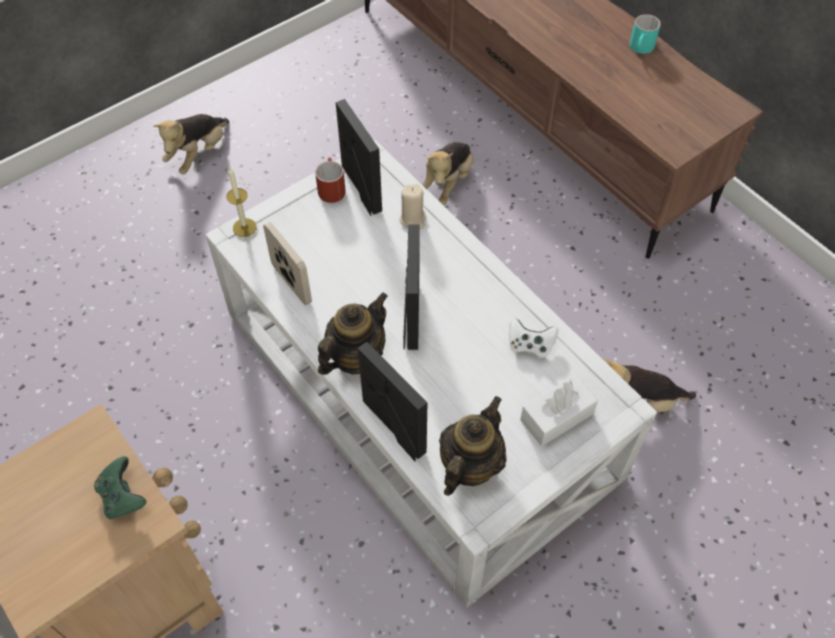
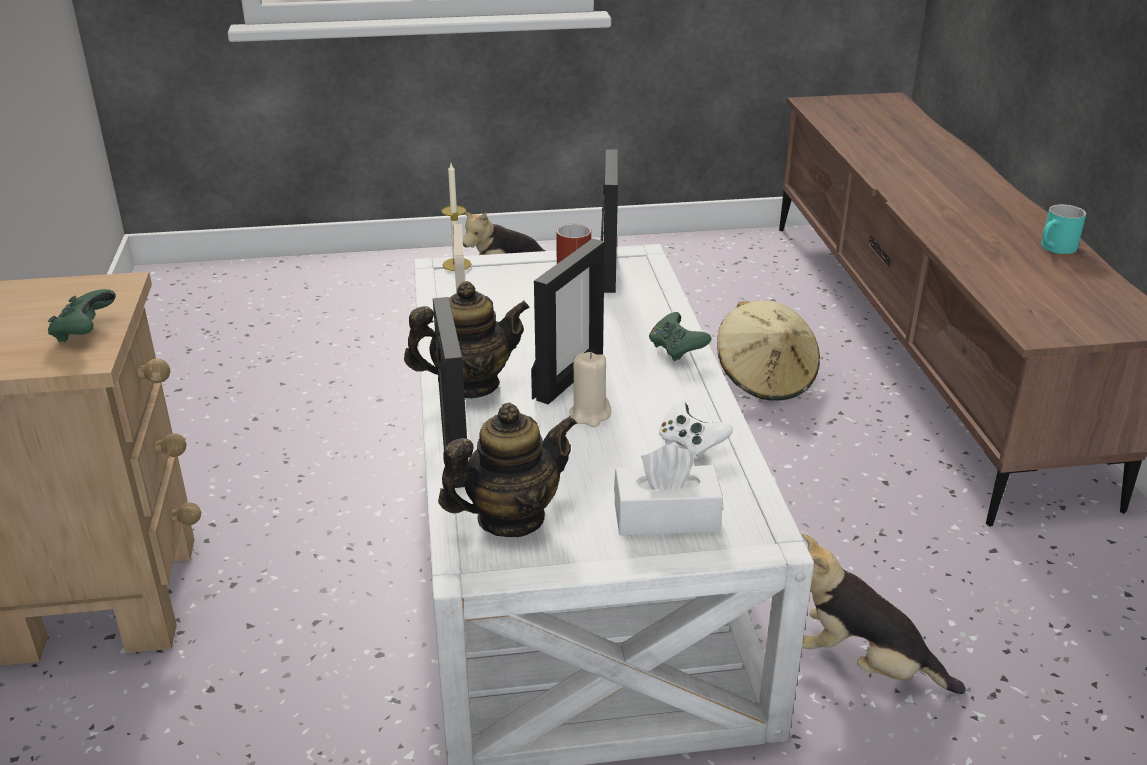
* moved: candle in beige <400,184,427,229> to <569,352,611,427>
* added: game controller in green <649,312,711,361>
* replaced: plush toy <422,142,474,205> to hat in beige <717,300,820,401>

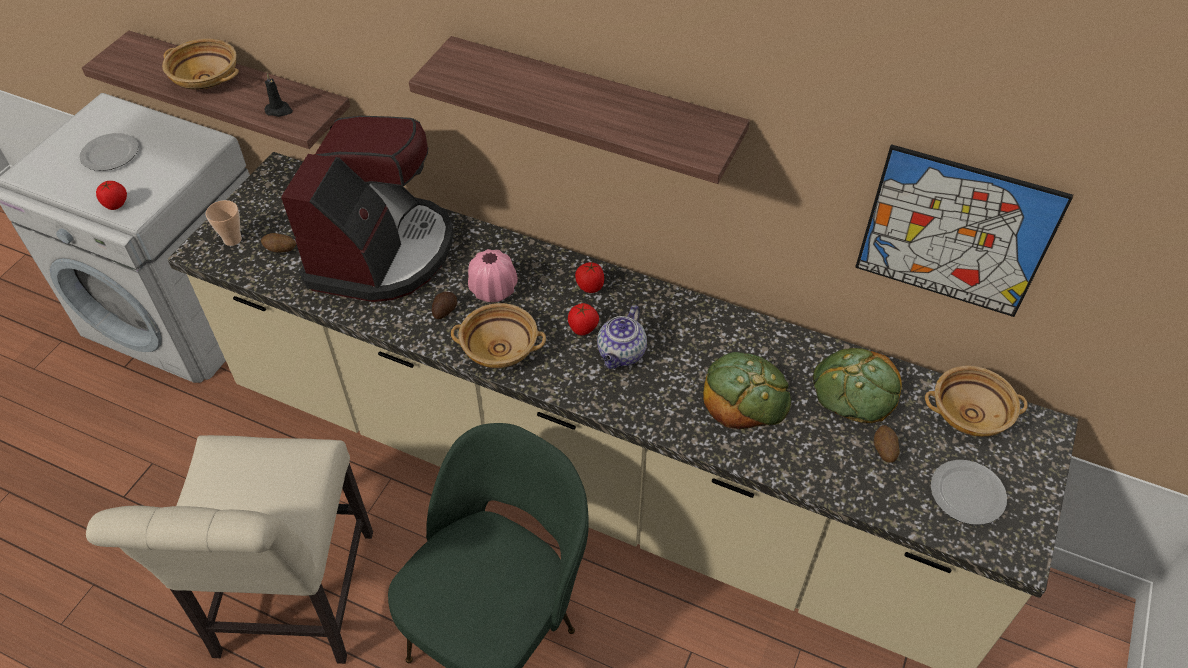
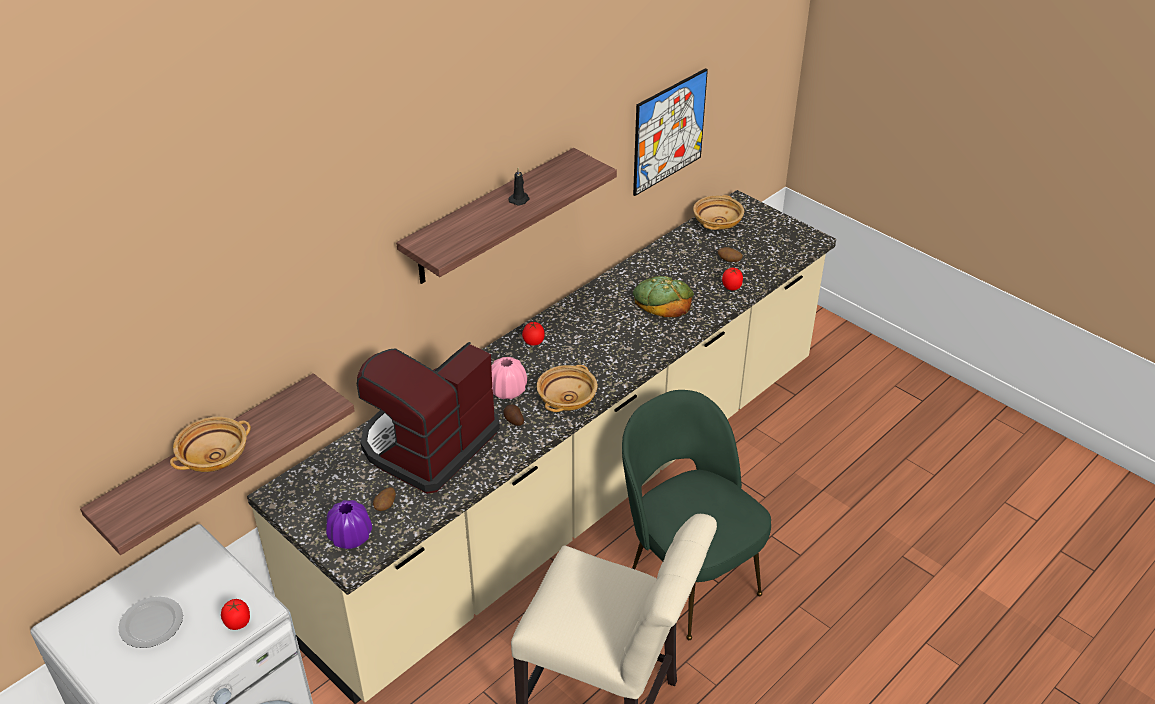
* replaced: cup <206,200,242,246> to vase in purple <326,500,372,549>
* turned: coffee machine <281,116,454,302> = <357,342,500,494> 90 degrees counterclockwise
* moved: candle in black <265,73,293,117> to <508,168,530,206>
* moved: tomato <568,303,599,335> to <722,268,743,290>
* removed: teapot <597,305,647,369>
* removed: bread <813,348,902,423>
* removed: plate <931,460,1007,525>

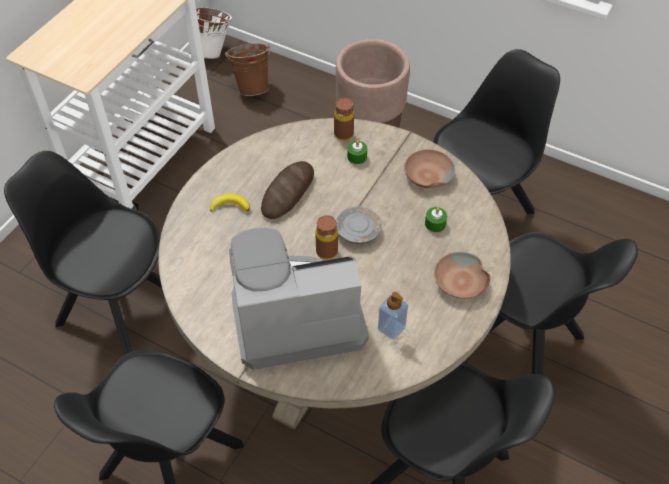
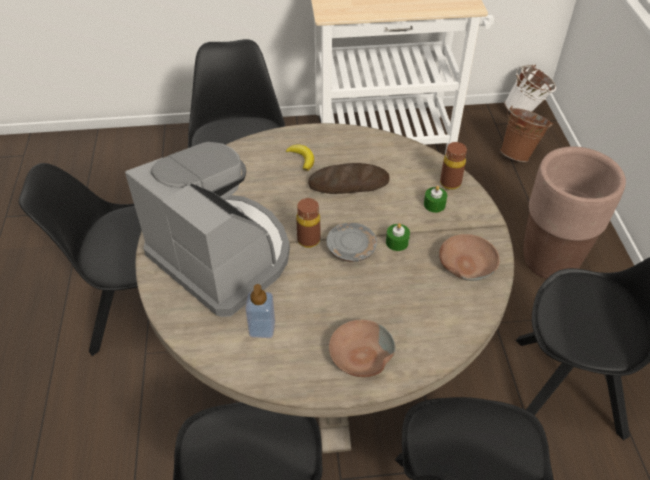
* moved: candle in green <425,207,447,232> to <386,223,410,251>

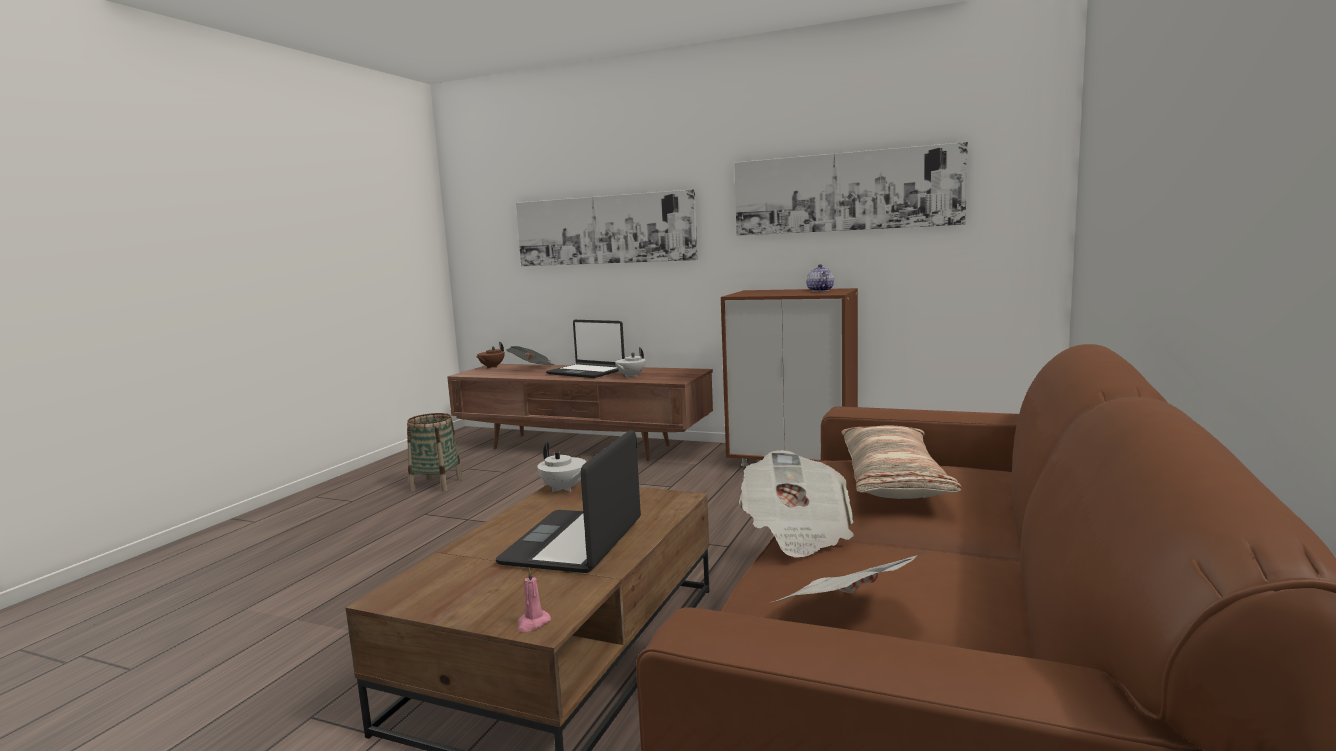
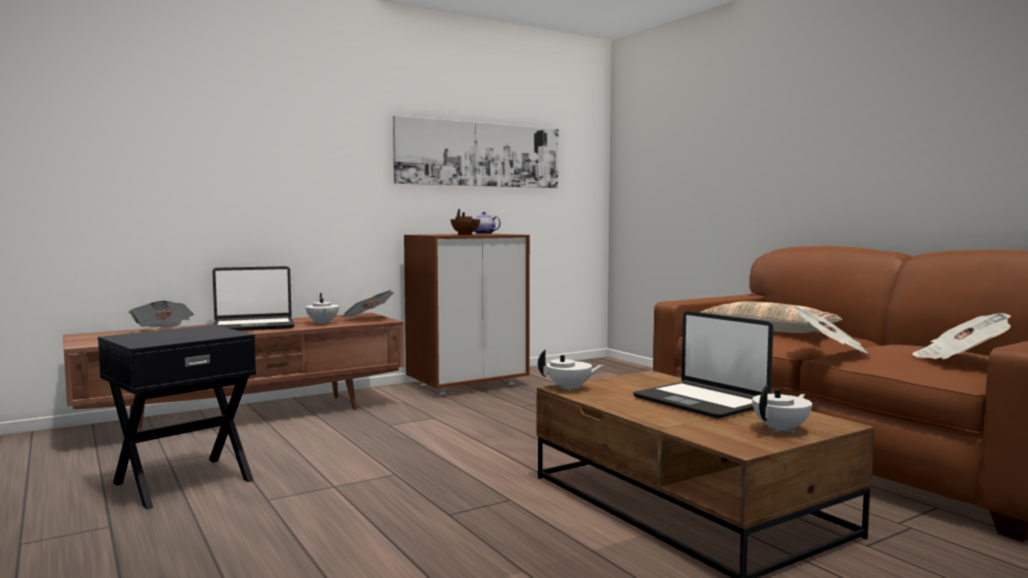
* replaced: basket <407,413,463,492> to side table in black <98,325,256,509>
* added: newspaper <341,290,394,318>
* moved: teapot in brown <476,342,505,368> to <451,209,480,235>
* added: teapot in white <752,385,812,433>
* removed: picture <516,189,698,266>
* removed: candle in pink <518,568,551,632>

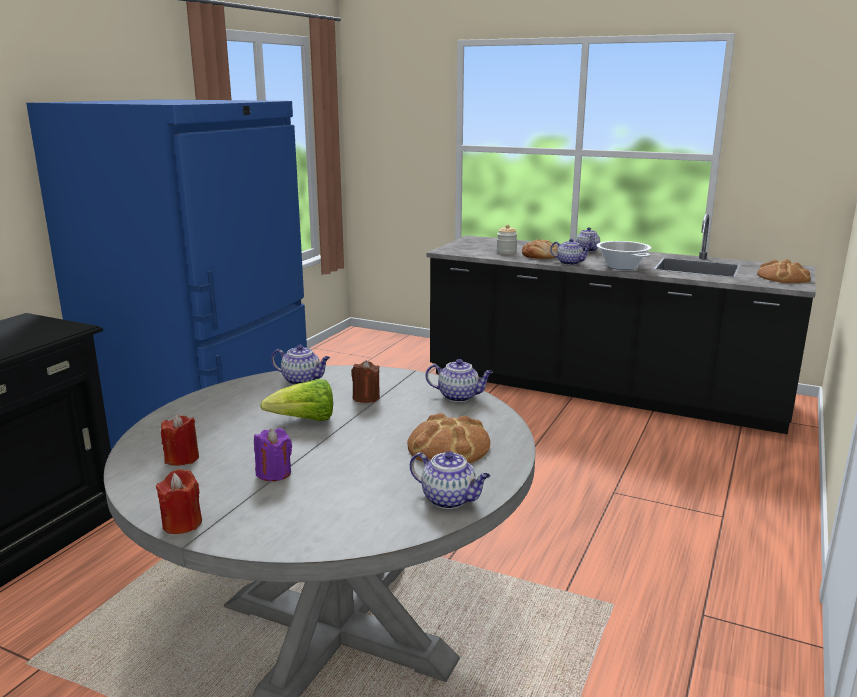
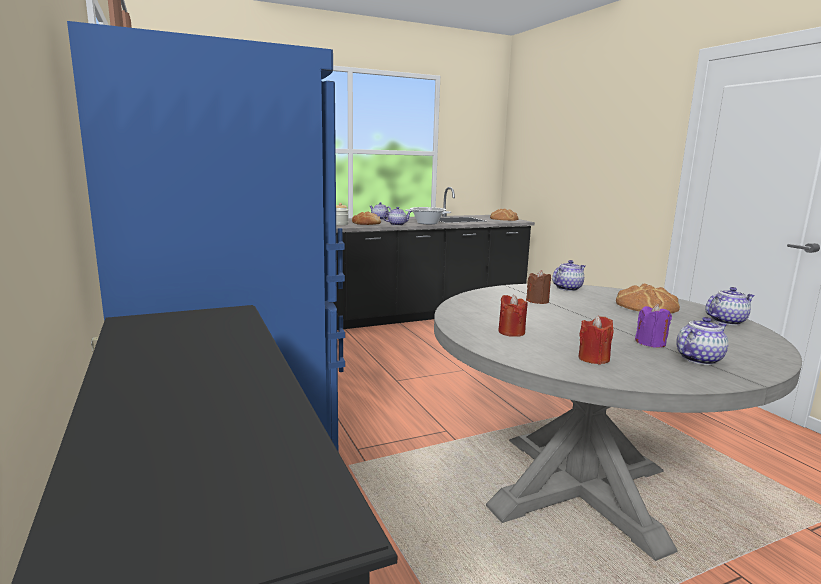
* moved: candle in red <156,469,202,534> to <498,295,528,337>
* moved: teapot <271,345,330,385> to <676,317,729,365>
* removed: lettuce <260,379,333,421>

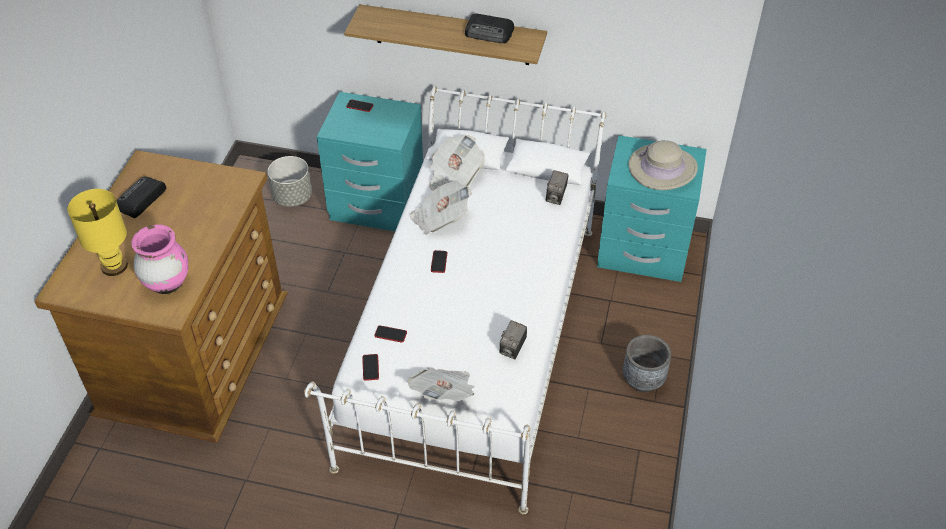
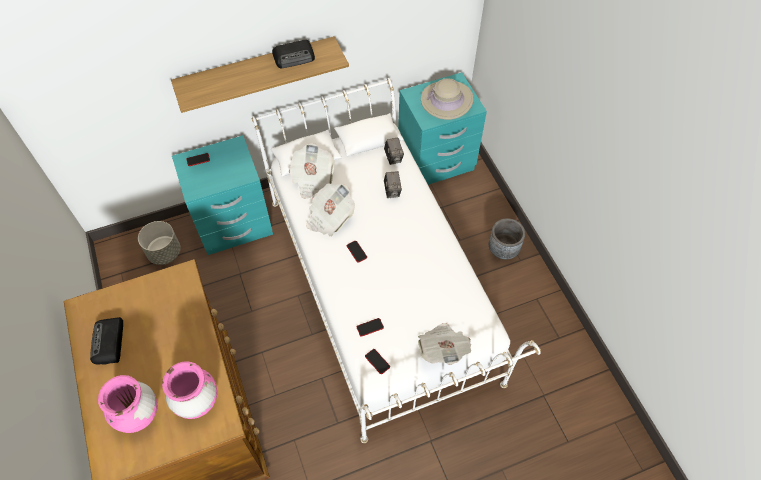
* replaced: table lamp in yellow <68,189,128,276> to vase in pink <98,375,158,433>
* moved: photo camera <500,320,527,359> to <384,171,402,198>

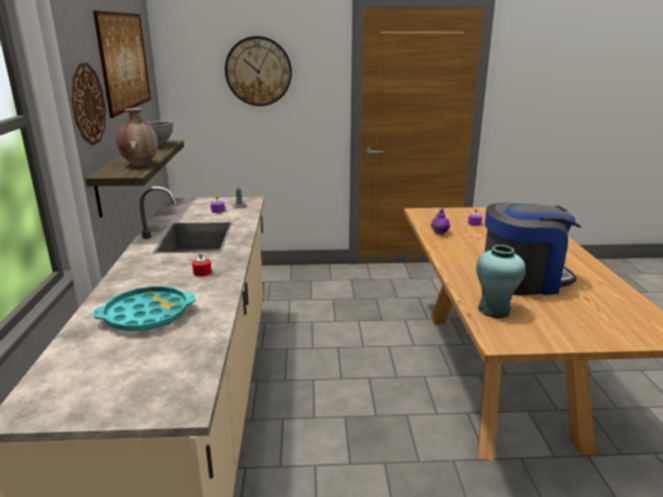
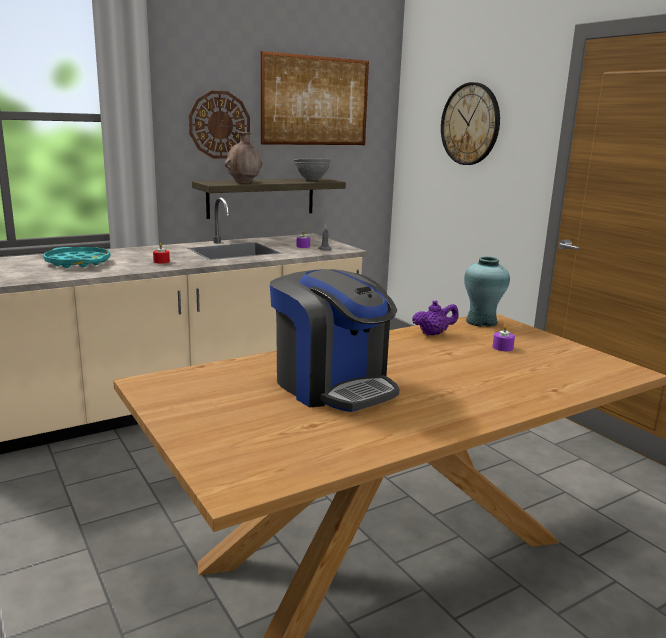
* moved: vase in turquoise <476,245,526,318> to <464,256,510,327>

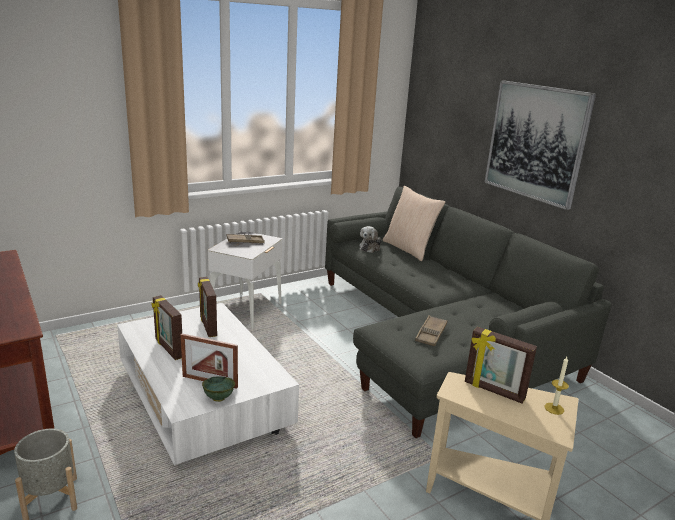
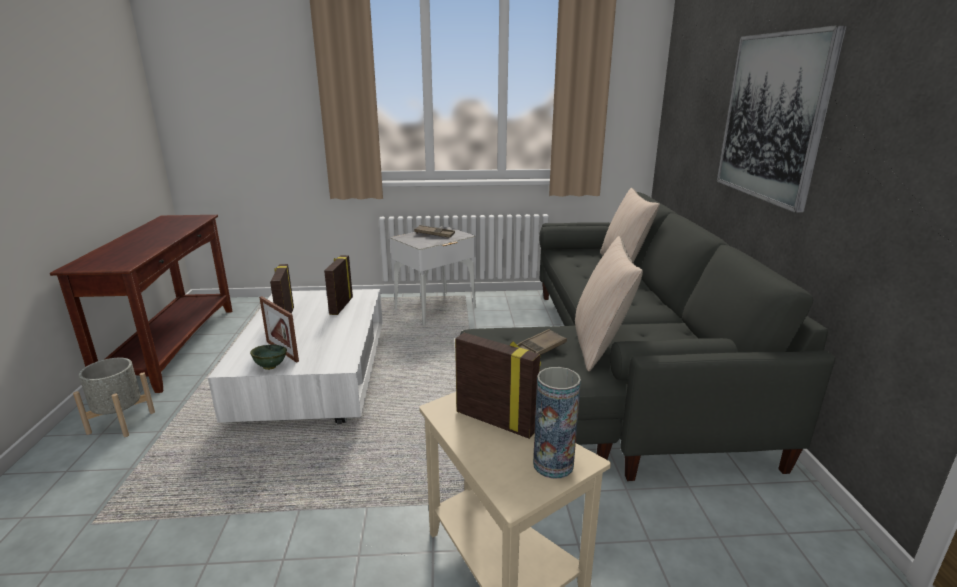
* turned: picture frame <465,327,537,404> = <455,333,541,439> 150 degrees clockwise
* replaced: candle <545,357,569,415> to vase <533,367,581,479>
* added: pillow in beige <575,236,643,372>
* removed: plush toy <359,226,381,253>

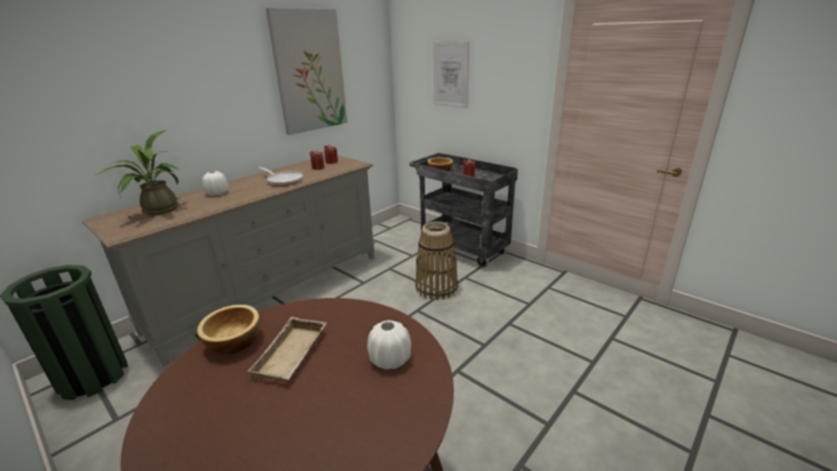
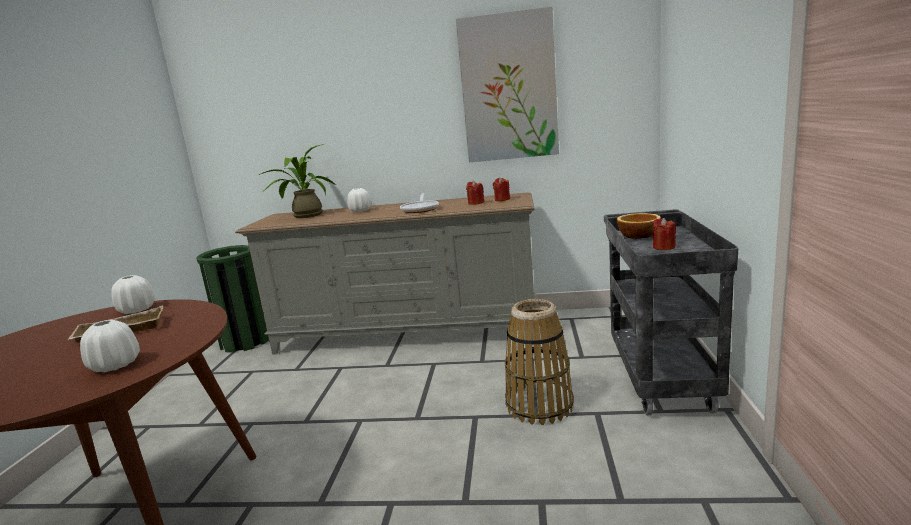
* replaced: bowl <197,305,260,354> to vase in white <111,275,155,314>
* removed: picture <433,42,469,109>

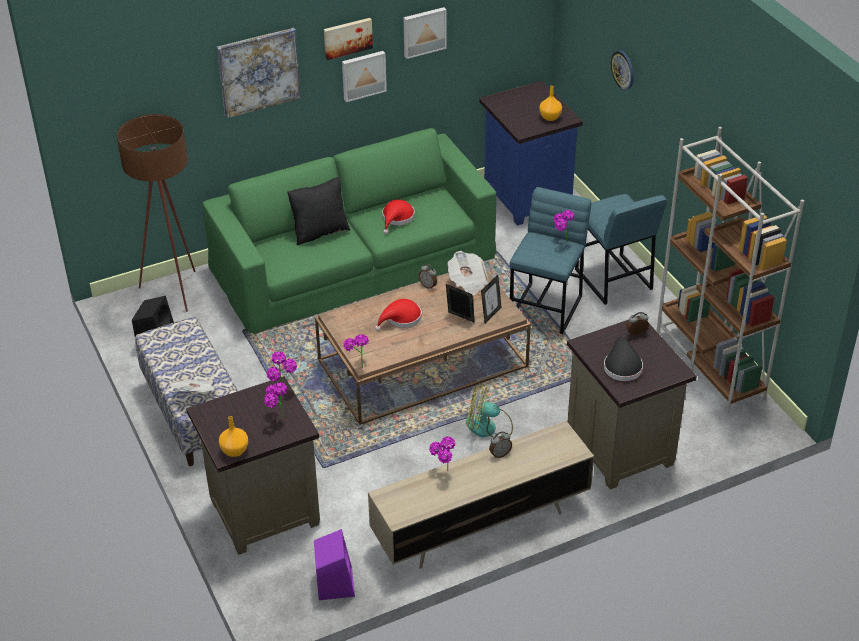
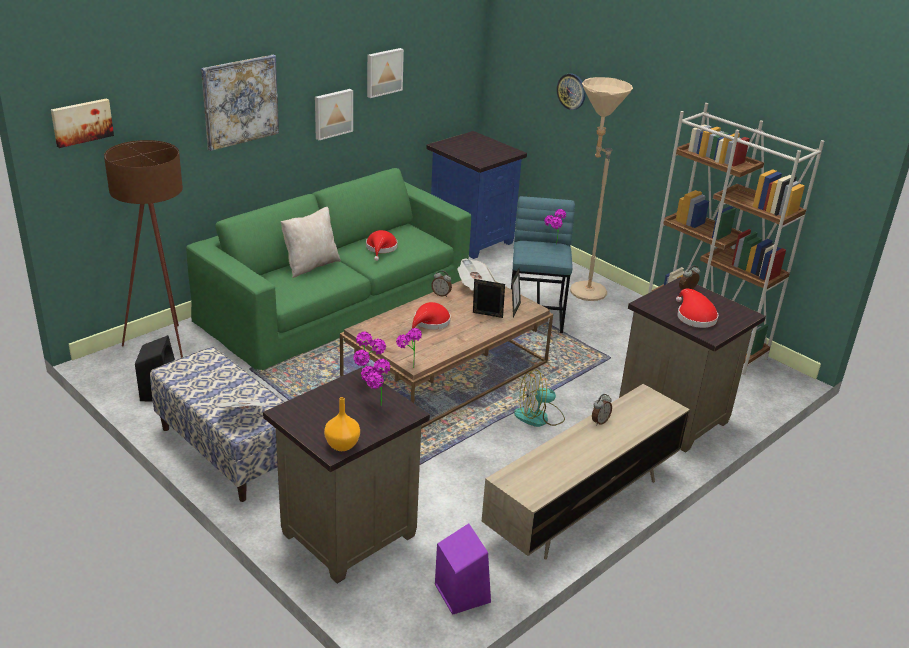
* moved: picture <324,18,373,60> to <51,98,114,148>
* recoloured: pillow in black <287,177,350,245> to pillow in beige <281,207,341,278>
* replaced: stool in blue <575,194,667,305> to floor lamp in beige <570,77,633,301>
* recoloured: hat in black <604,336,643,381> to hat in red <676,289,718,328>
* removed: potted plant <429,436,455,471>
* removed: vase in orange <539,85,562,121>

